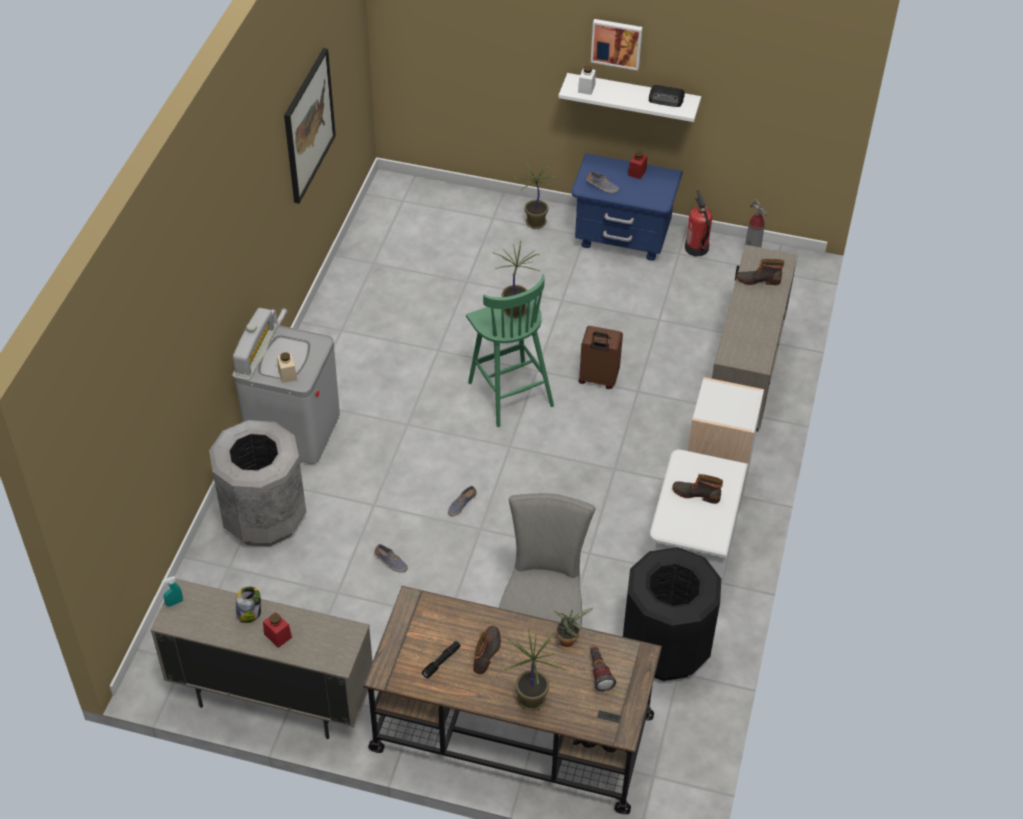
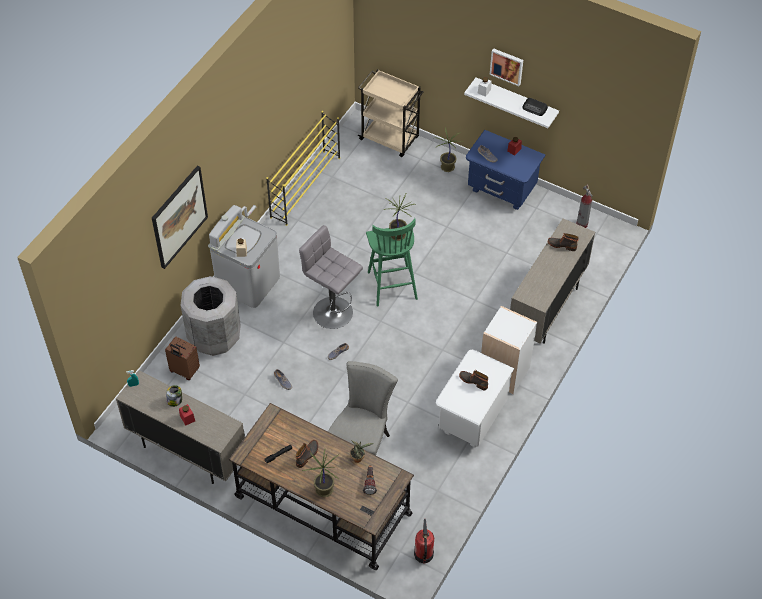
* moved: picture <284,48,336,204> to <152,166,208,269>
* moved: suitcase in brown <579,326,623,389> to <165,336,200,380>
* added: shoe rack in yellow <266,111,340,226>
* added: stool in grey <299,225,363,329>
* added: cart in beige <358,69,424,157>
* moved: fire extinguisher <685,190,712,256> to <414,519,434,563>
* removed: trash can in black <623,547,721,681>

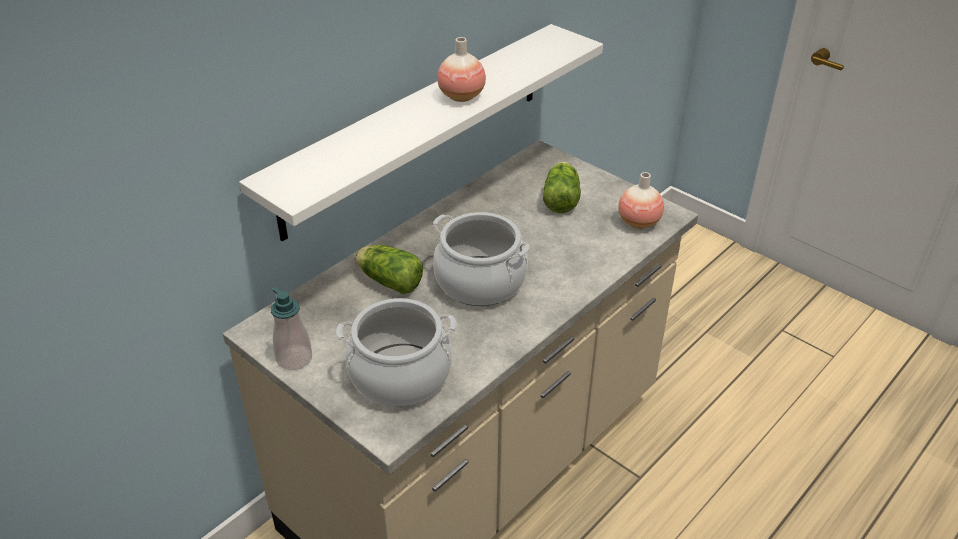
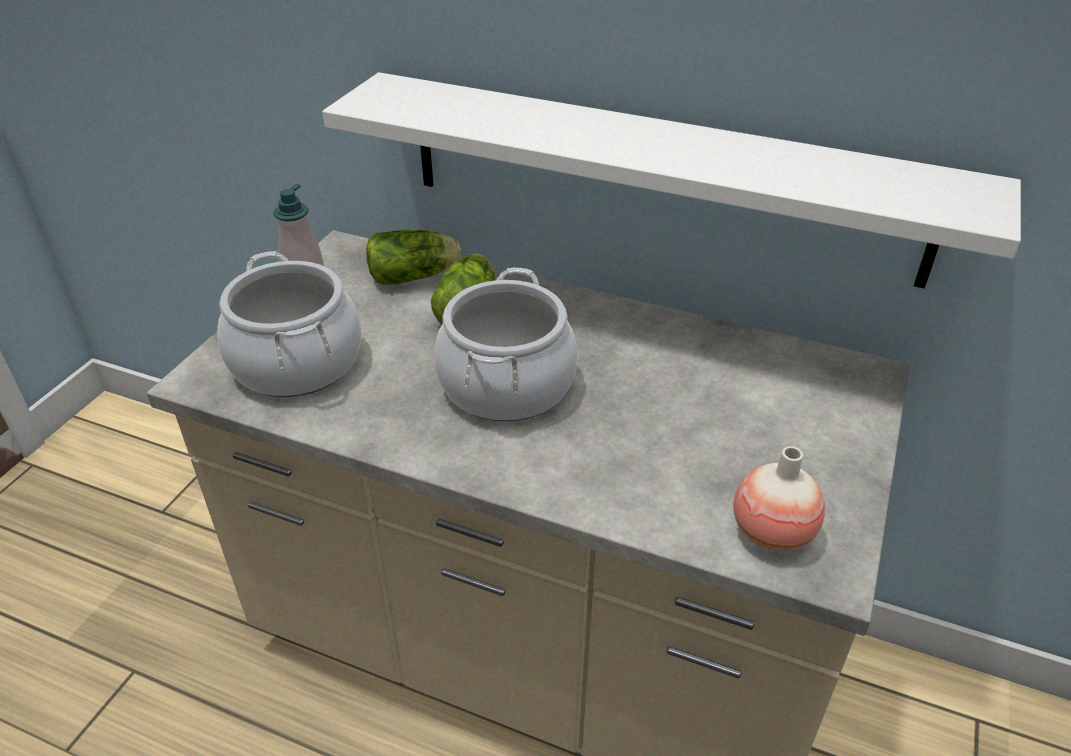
* moved: lettuce <543,162,581,213> to <366,230,461,285>
* removed: vase <437,37,486,102>

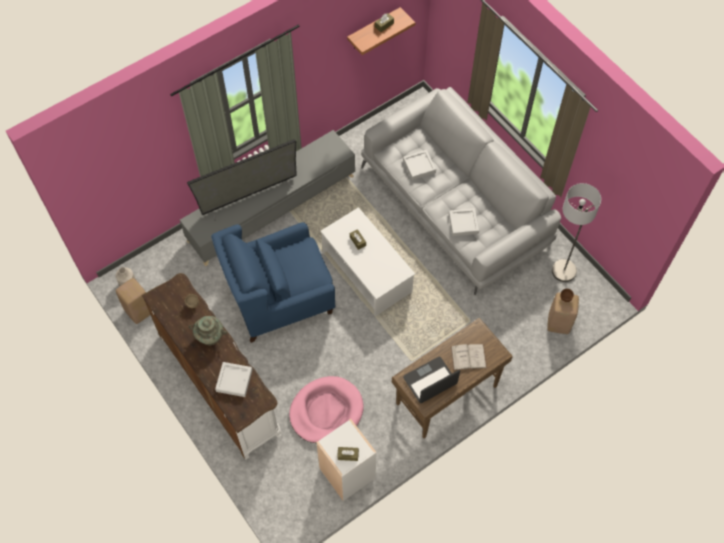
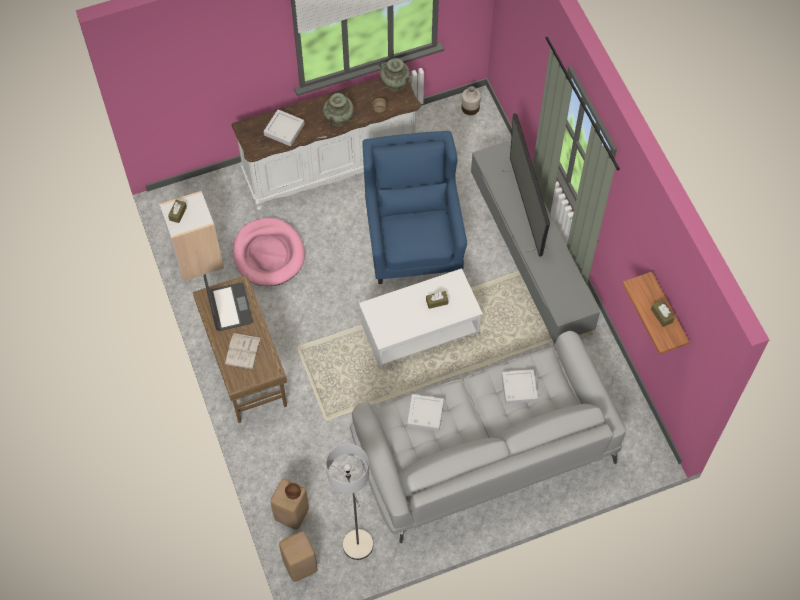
* moved: stool in beige <116,278,150,324> to <279,531,317,582>
* added: vase in turquoise <379,58,412,91>

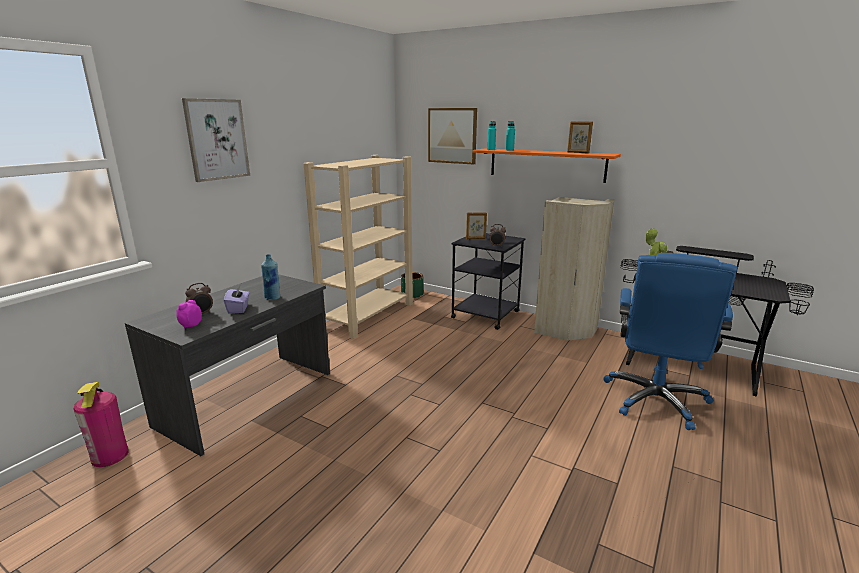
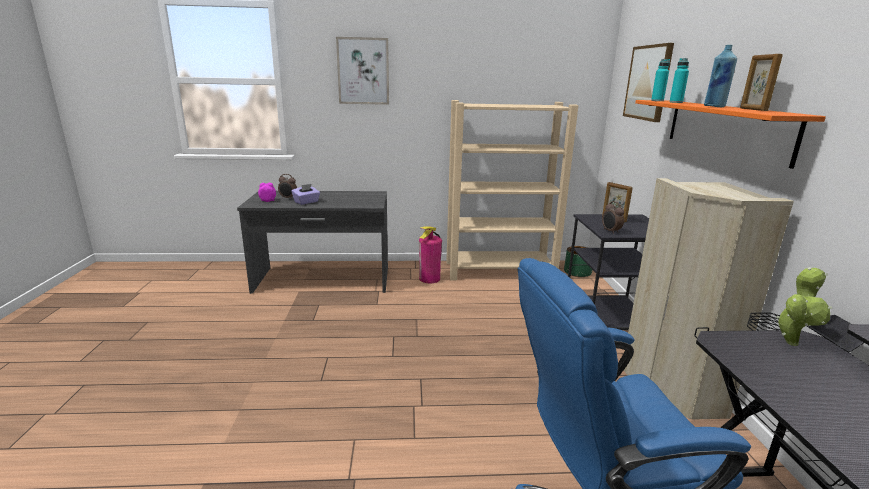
* moved: fire extinguisher <73,382,129,467> to <419,226,442,283>
* moved: bottle in blue <261,254,280,300> to <704,45,737,107>

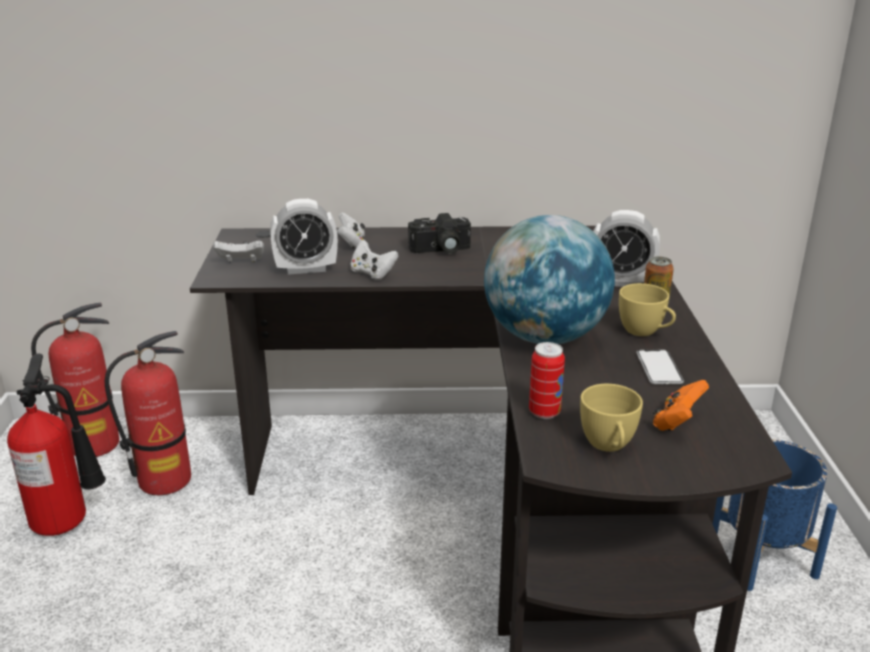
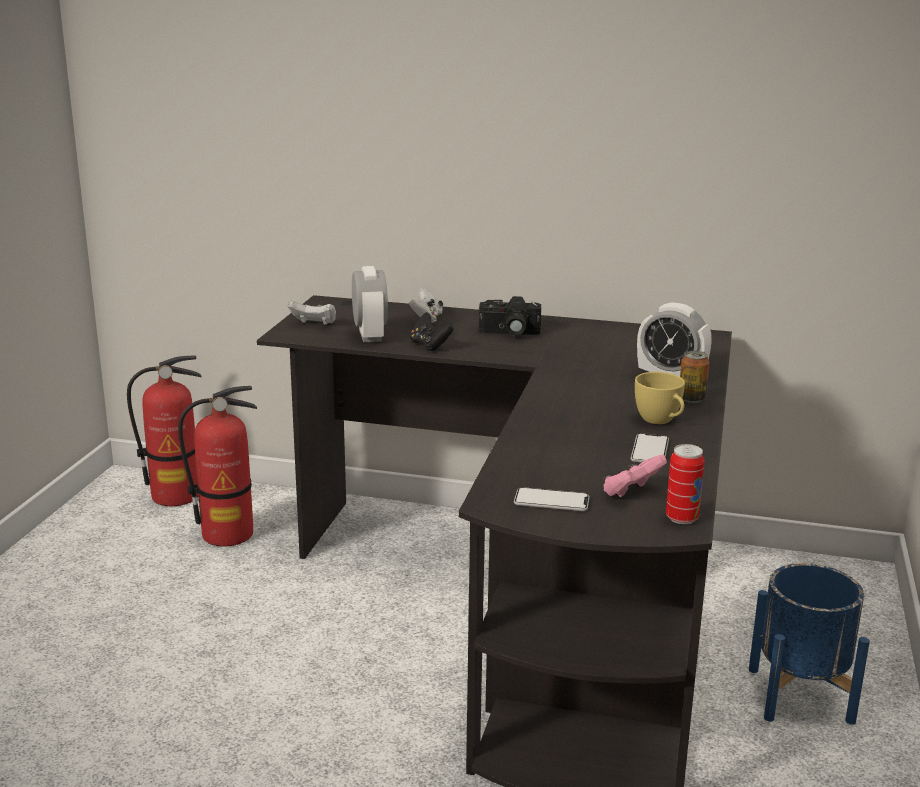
* turned: alarm clock <270,199,338,275> = <352,266,388,342> 105 degrees counterclockwise
* recoloured: game controller in white <350,240,399,280> to game controller in black <410,312,454,351>
* replaced: cup in yellow <580,384,643,452> to phone <514,487,590,511>
* recoloured: game controller in orange <653,380,709,431> to game controller in pink <604,454,667,497>
* moved: can <529,342,565,419> to <666,444,705,524>
* removed: fire extinguisher <7,354,106,536>
* removed: globe <484,215,615,344>

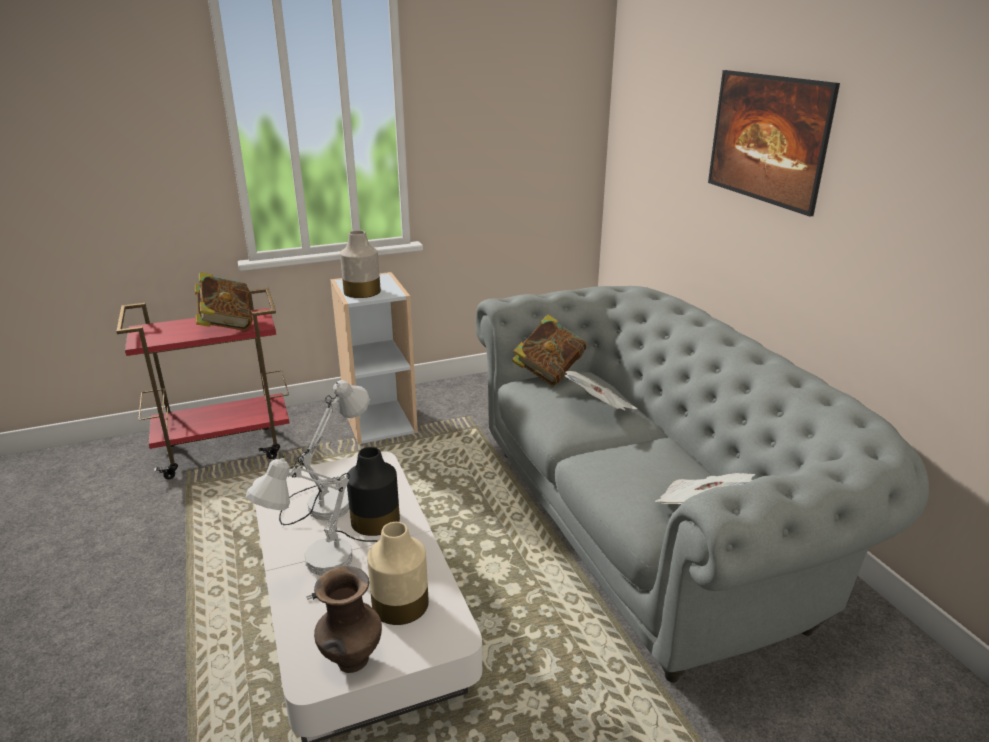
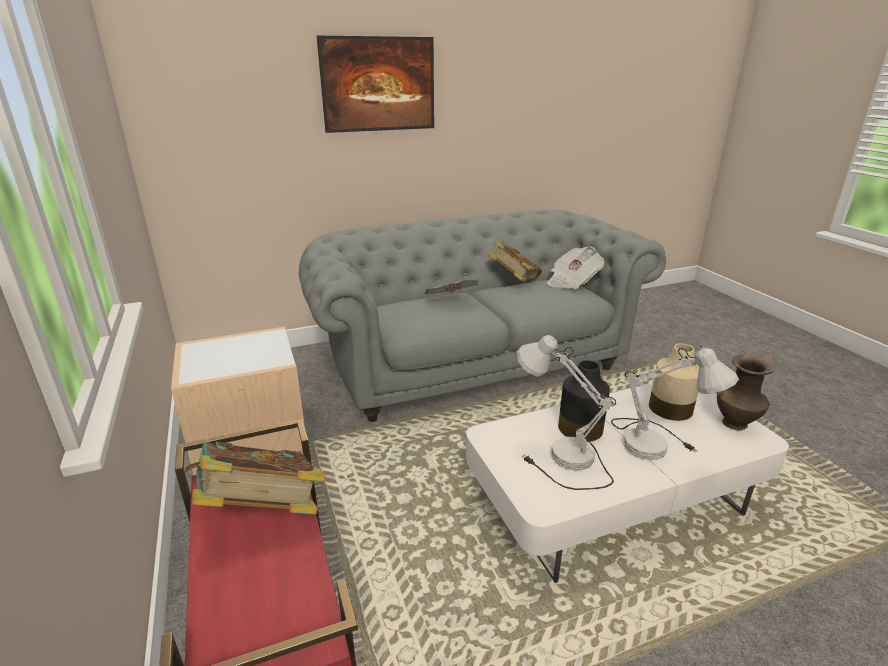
* moved: book <512,314,586,386> to <488,241,542,282>
* removed: vase in beige <340,230,381,298>

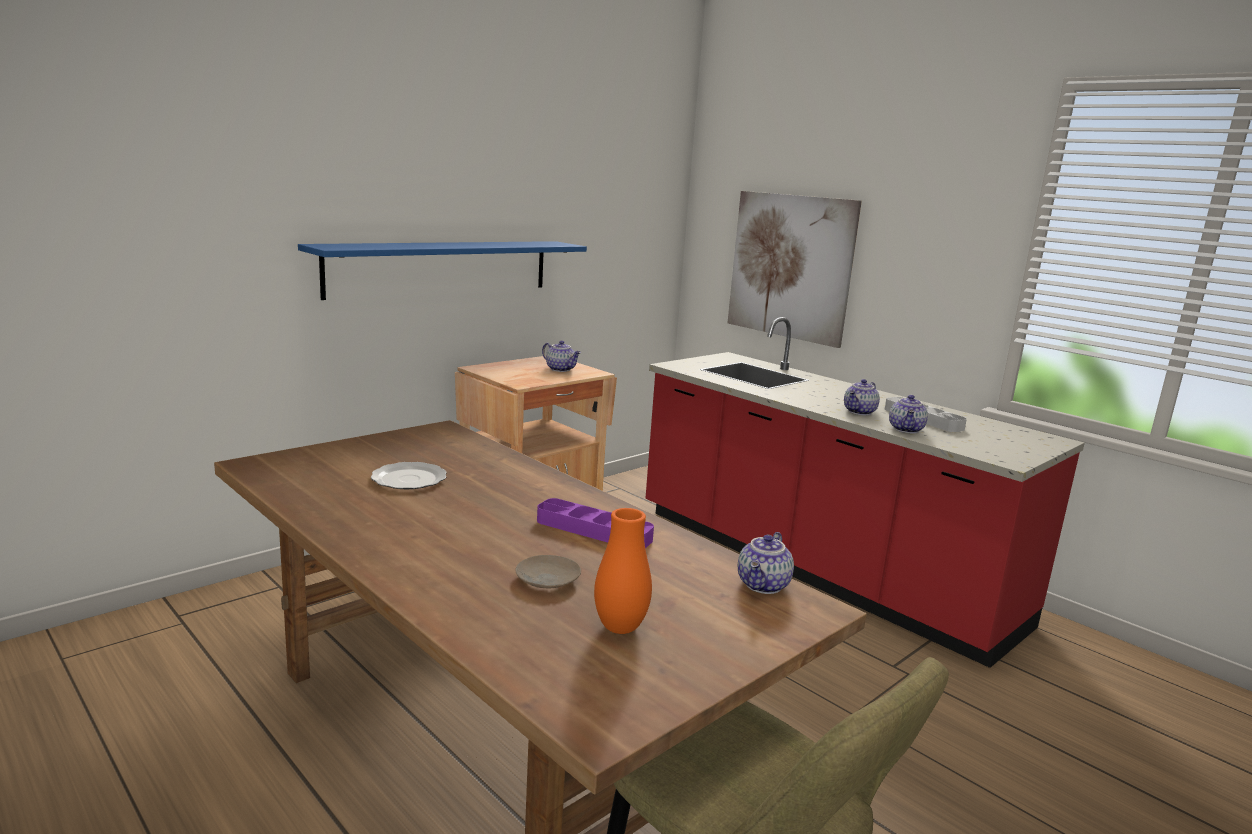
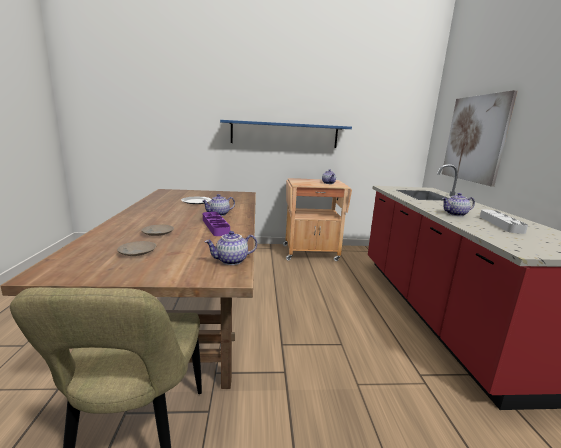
* replaced: vase in orange <594,508,652,634> to plate in beige <117,241,156,256>
* moved: teapot <889,395,928,433> to <202,194,235,216>

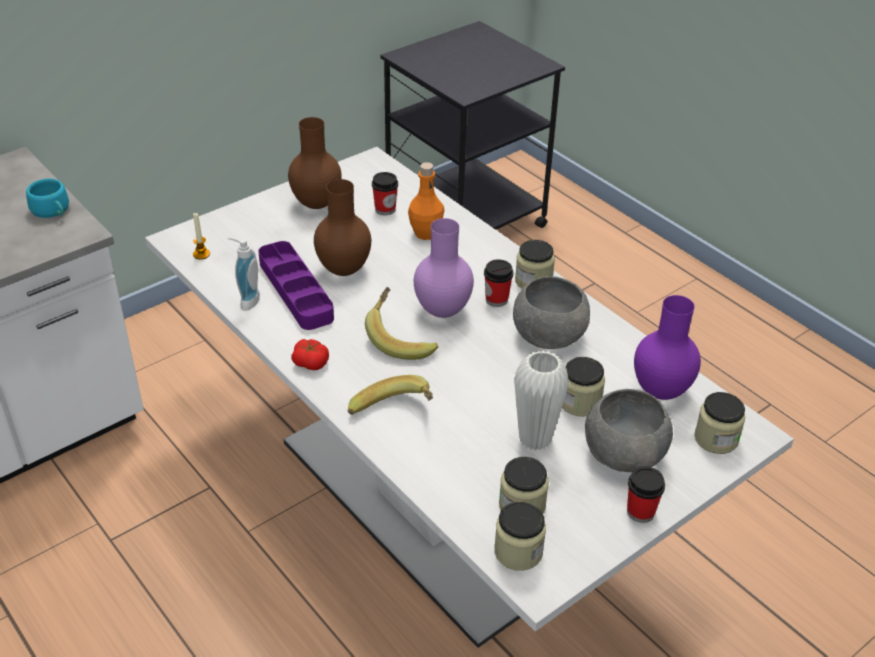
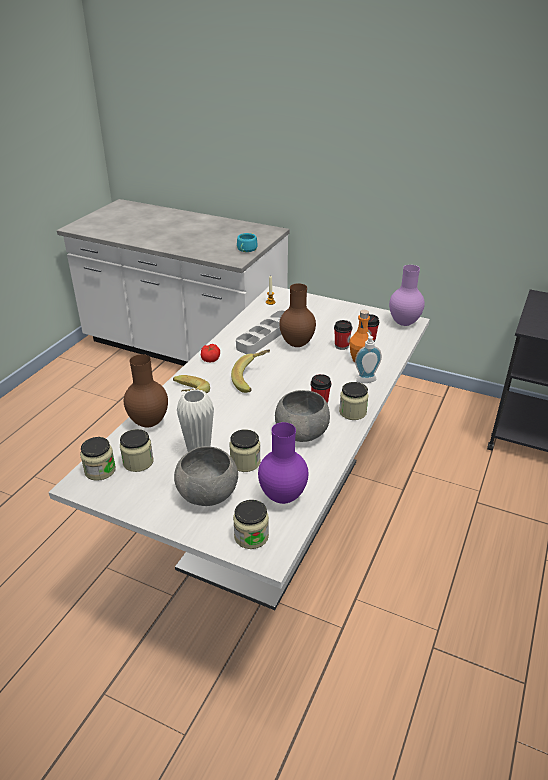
* moved: vase in brown <288,117,342,209> to <124,354,168,428>
* recoloured: tray in purple <258,241,334,330> to tray in grey <236,310,285,354>
* moved: cup <627,466,665,523> to <334,320,352,350>
* moved: soap dispenser <228,237,260,311> to <355,332,382,383>
* moved: vase in purple <414,218,474,318> to <389,265,425,326>

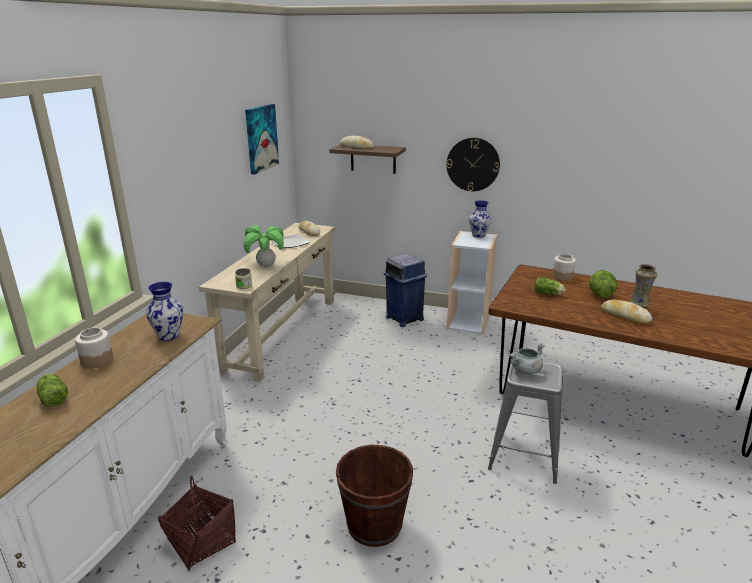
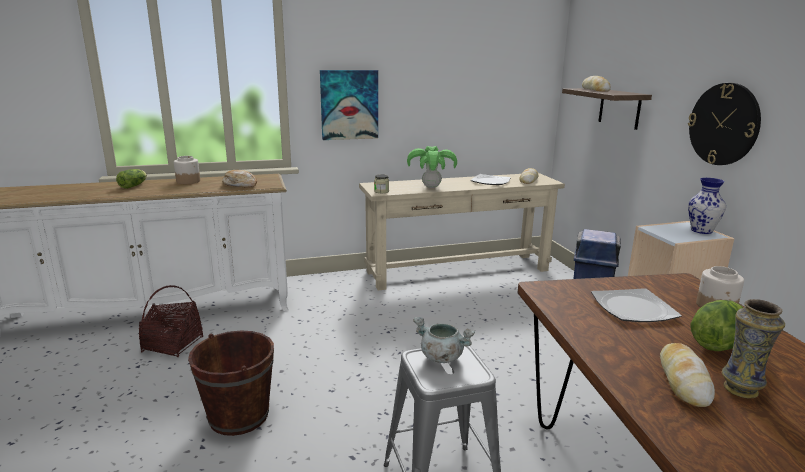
* replaced: vase <146,282,183,341> to bread <222,170,257,187>
* moved: picture <245,104,279,175> to <320,70,378,140>
* replaced: lettuce <535,277,565,295> to plate <591,288,682,322>

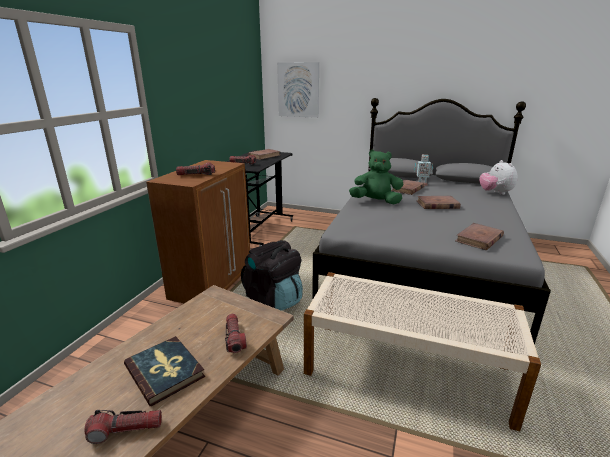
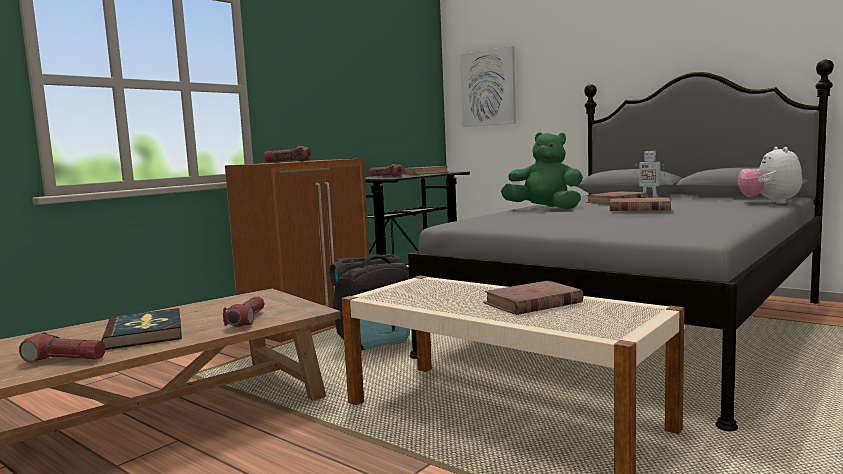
* moved: book in brown <455,223,504,250> to <483,281,584,315>

